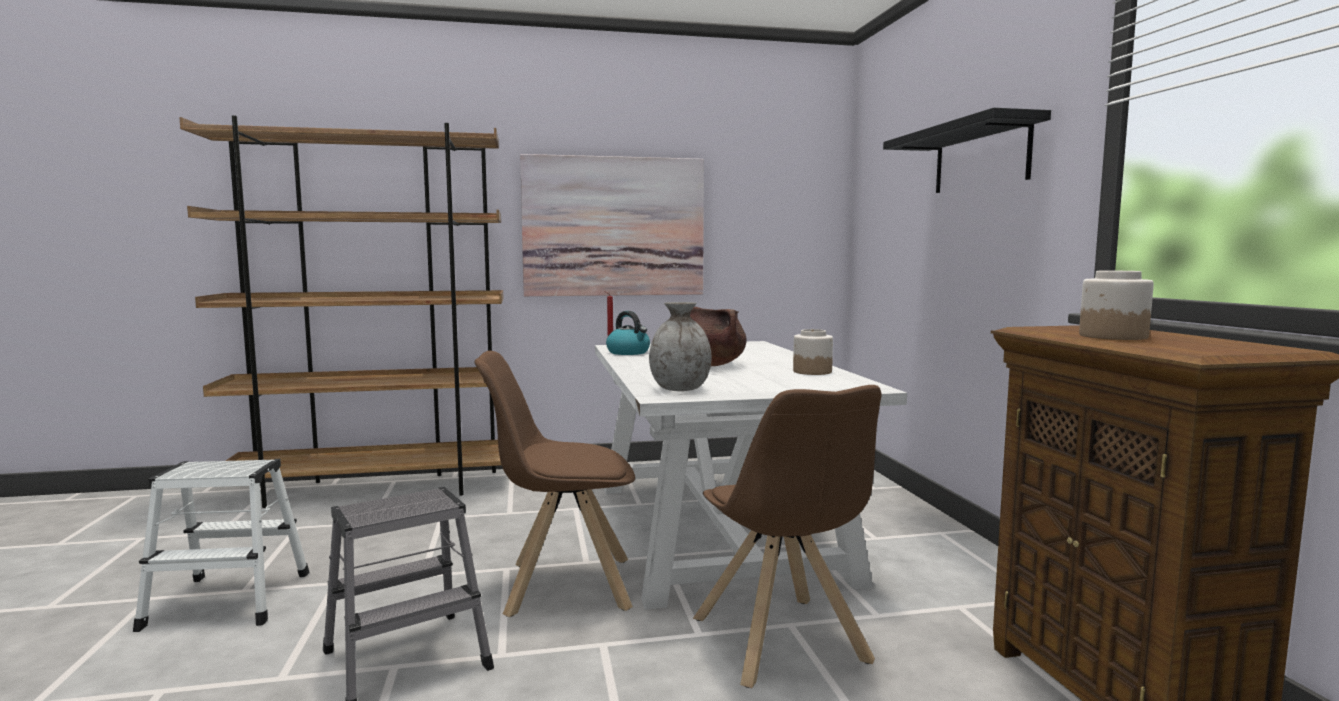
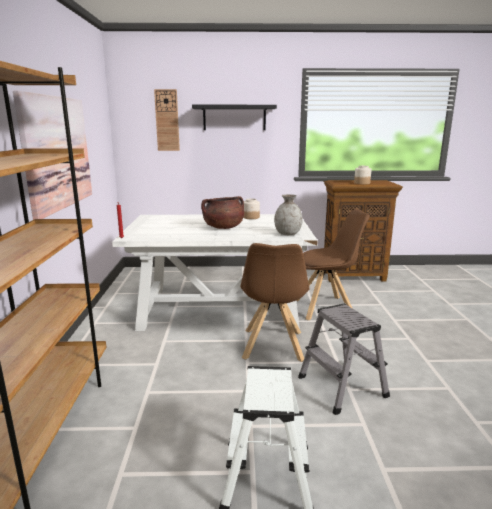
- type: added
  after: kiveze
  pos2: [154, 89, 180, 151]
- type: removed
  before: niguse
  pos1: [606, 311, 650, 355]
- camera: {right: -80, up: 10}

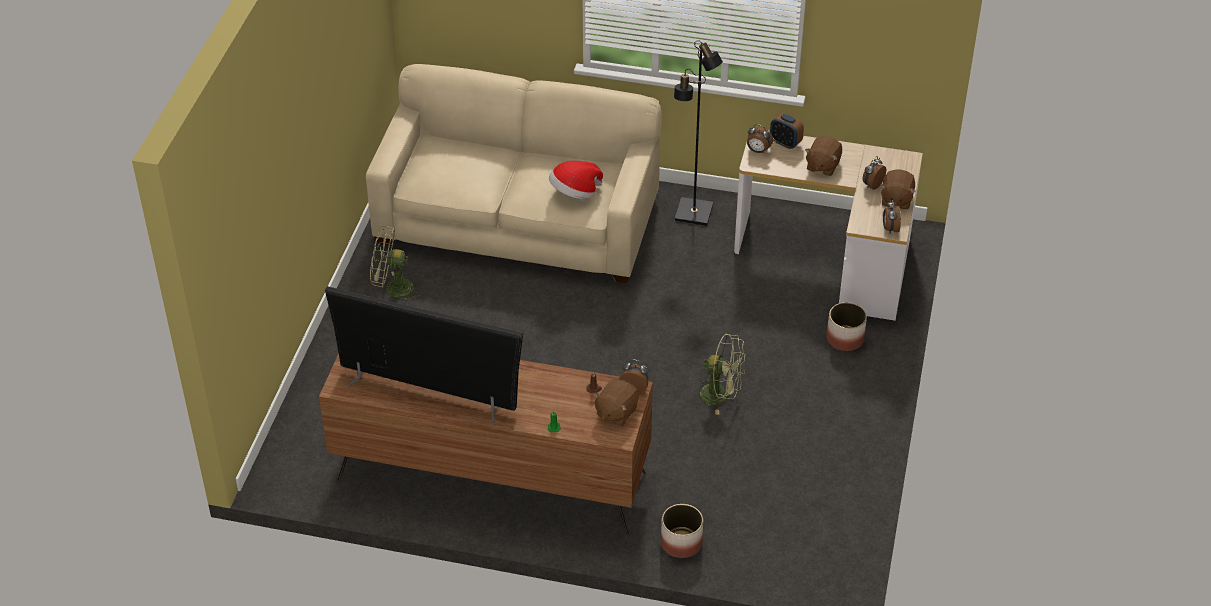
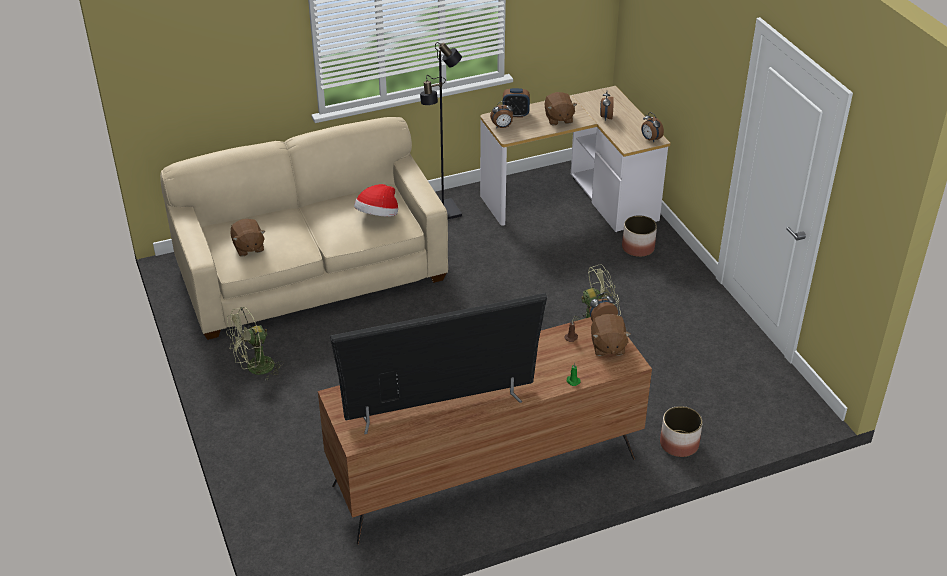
- type: moved
  before: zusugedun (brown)
  pos1: [880, 170, 916, 210]
  pos2: [230, 219, 265, 257]
- camera: {right: -35, up: -5}

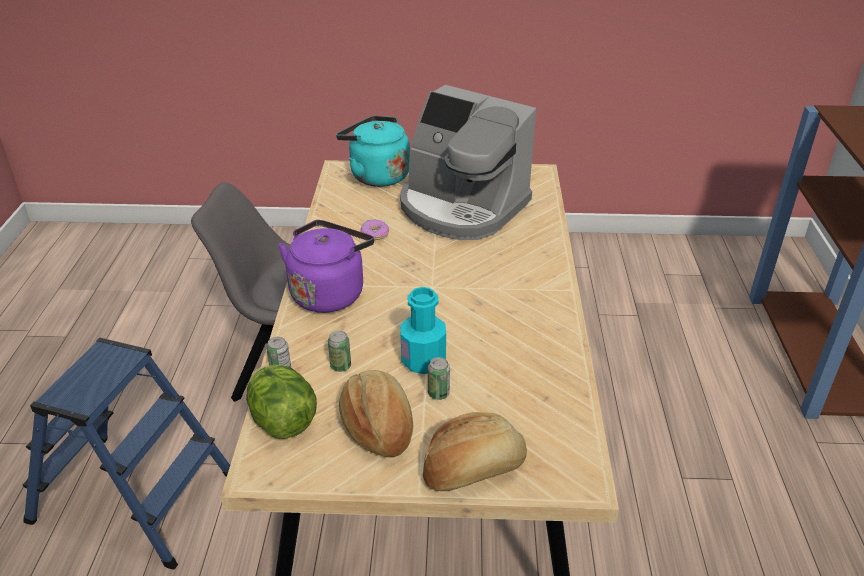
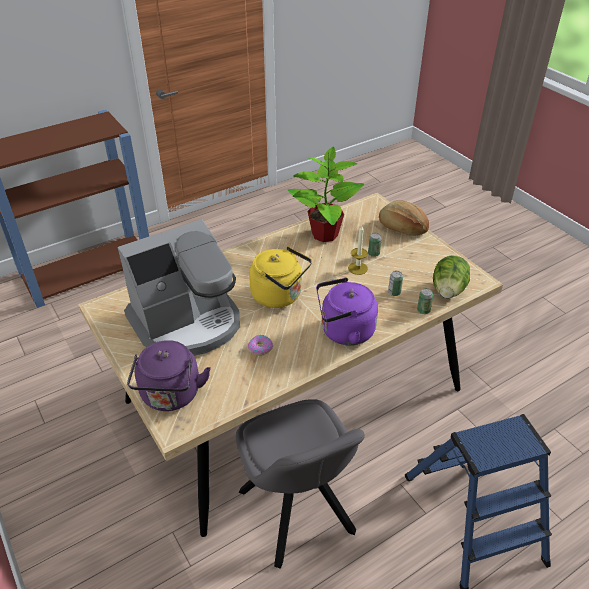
- type: turned
  before: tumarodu
  pos1: [400, 85, 536, 240]
  pos2: [118, 219, 240, 356]
  turn: 60
- type: recoloured
  before: niguse (turquoise)
  after: niguse (purple)
  pos1: [336, 116, 410, 187]
  pos2: [127, 340, 211, 411]
- type: added
  after: niguse (yellow)
  pos2: [249, 247, 312, 308]
- type: added
  after: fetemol
  pos2: [288, 147, 364, 242]
- type: replaced
  before: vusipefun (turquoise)
  after: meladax
  pos1: [400, 287, 446, 374]
  pos2: [348, 225, 368, 275]
- type: removed
  before: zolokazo
  pos1: [339, 370, 413, 457]
- camera: {right: -125, up: 5}

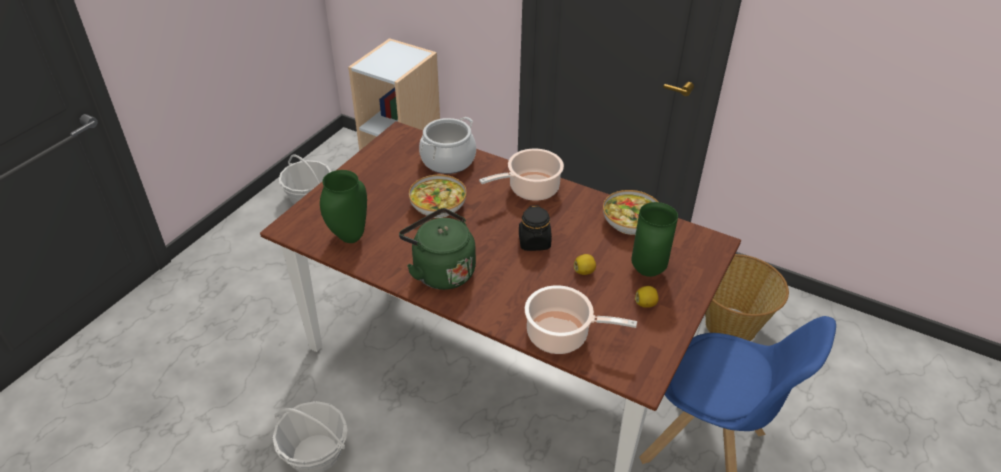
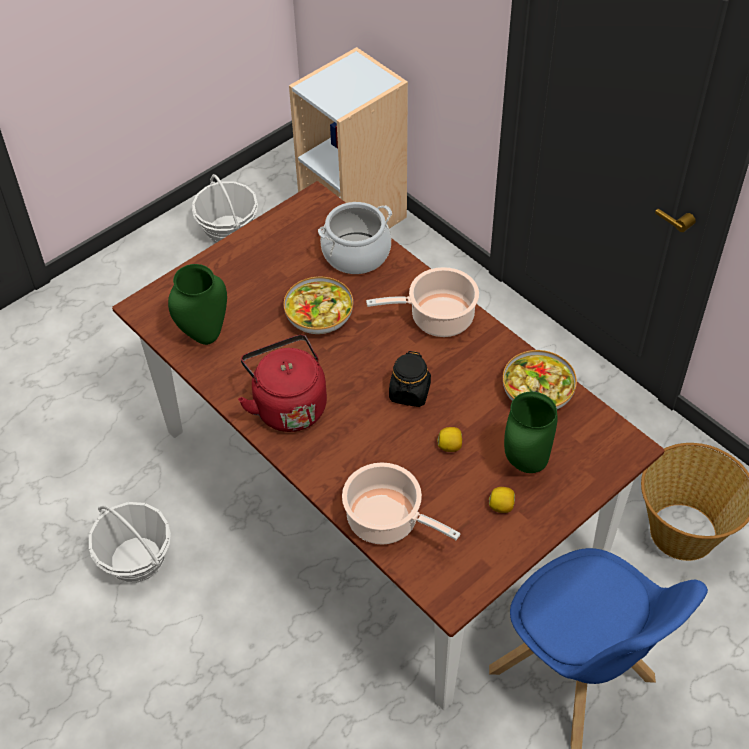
- type: recoloured
  before: niguse (green)
  after: niguse (red)
  pos1: [399, 208, 476, 290]
  pos2: [238, 335, 327, 432]
- camera: {right: 20, up: 10}

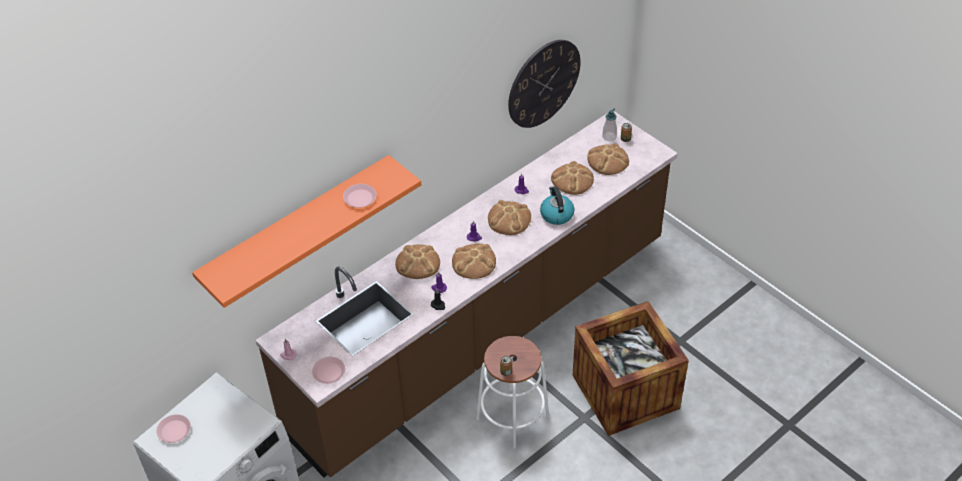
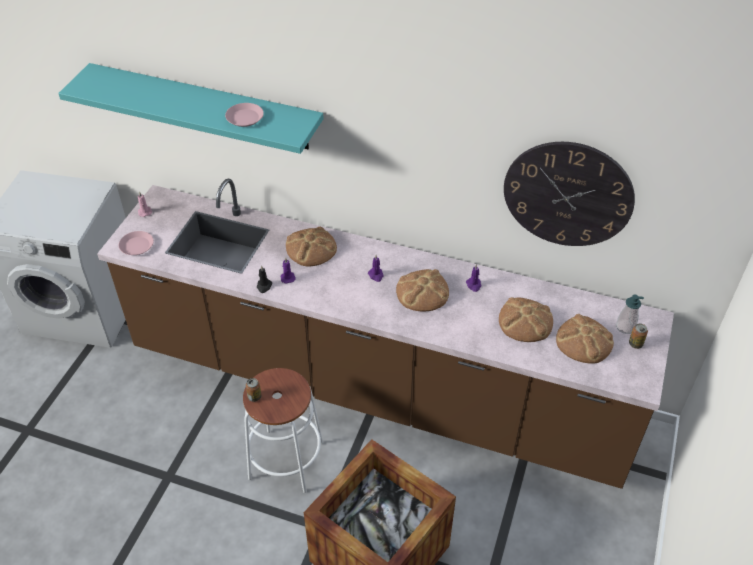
- type: recoloured
  before: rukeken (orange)
  after: rukeken (turquoise)
  pos1: [192, 155, 421, 308]
  pos2: [58, 63, 324, 154]
- type: removed
  before: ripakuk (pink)
  pos1: [157, 414, 191, 443]
- type: removed
  before: zolokazo
  pos1: [452, 244, 496, 279]
- type: removed
  before: niguse
  pos1: [540, 186, 575, 225]
- camera: {right: 60, up: 0}

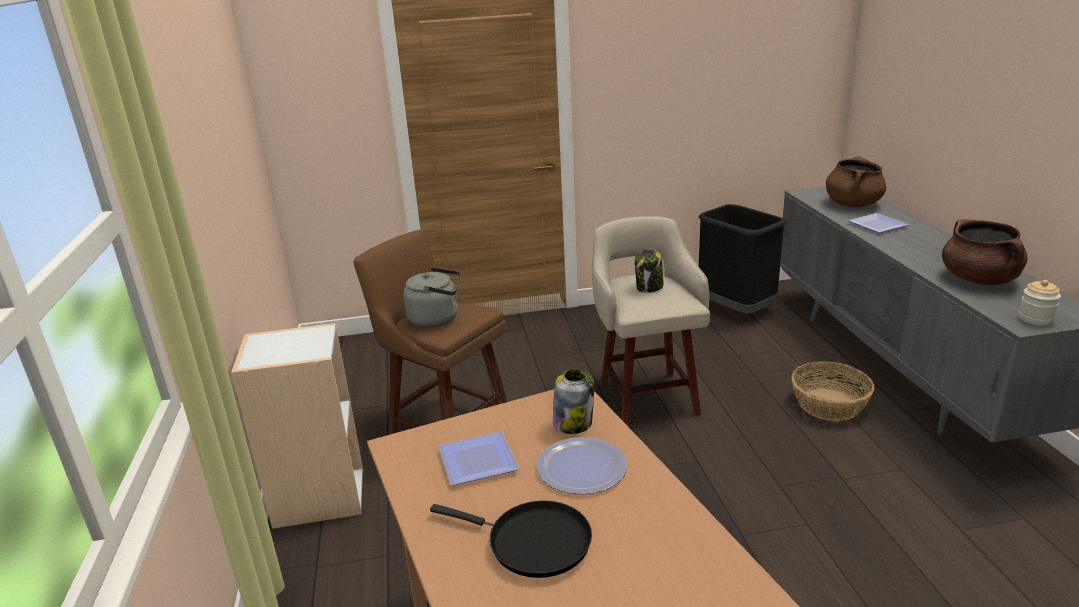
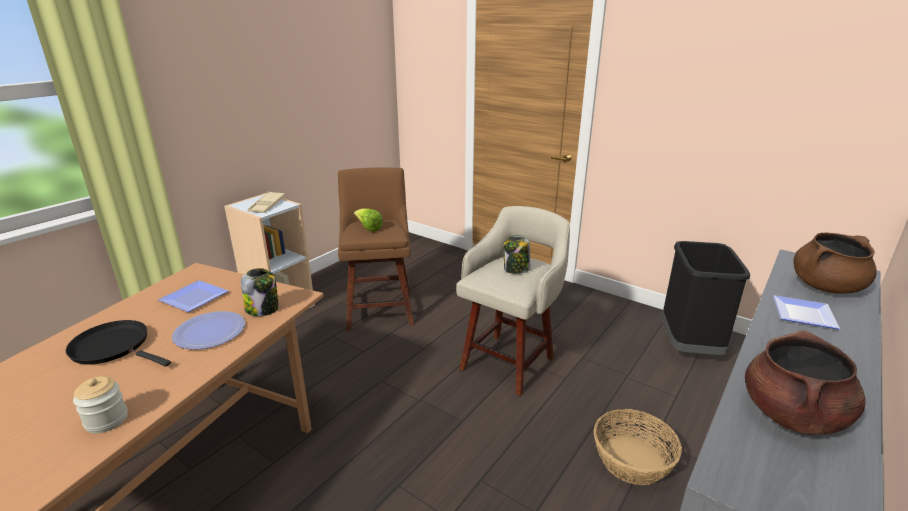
- type: turned
  before: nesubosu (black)
  pos1: [430, 501, 592, 578]
  pos2: [66, 320, 171, 367]
  turn: 135
- type: moved
  before: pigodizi
  pos1: [1018, 280, 1061, 325]
  pos2: [73, 376, 128, 433]
- type: added
  after: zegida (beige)
  pos2: [248, 191, 285, 213]
- type: replaced
  before: niguse (grey)
  after: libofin
  pos1: [403, 267, 460, 328]
  pos2: [354, 208, 383, 232]
- camera: {right: 45, up: 0}

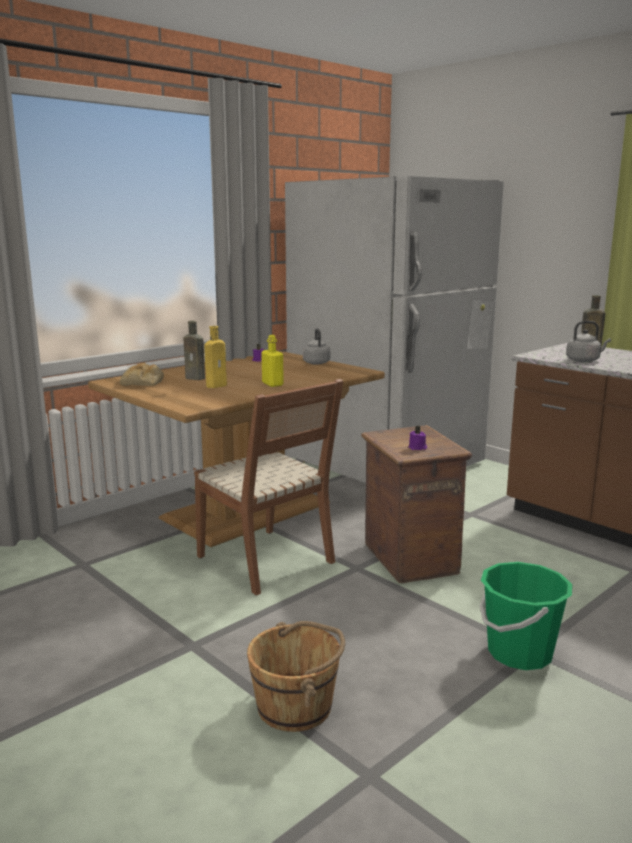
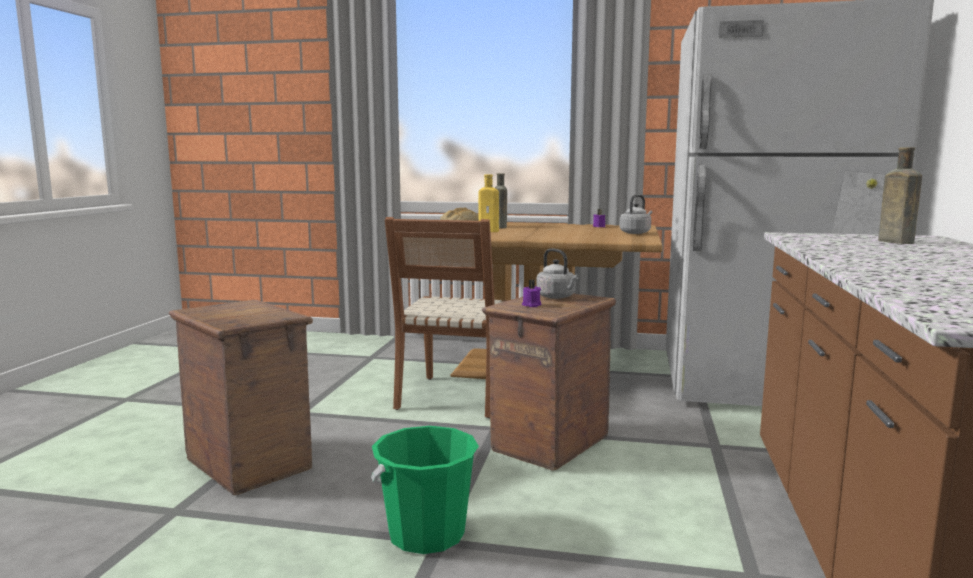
- type: replaced
  before: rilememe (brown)
  after: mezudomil
  pos1: [247, 621, 345, 732]
  pos2: [169, 300, 313, 495]
- type: moved
  before: niguse (grey)
  pos1: [566, 321, 611, 362]
  pos2: [536, 248, 579, 299]
- type: removed
  before: vusipefun (yellow)
  pos1: [261, 335, 284, 387]
- camera: {right: 55, up: -5}

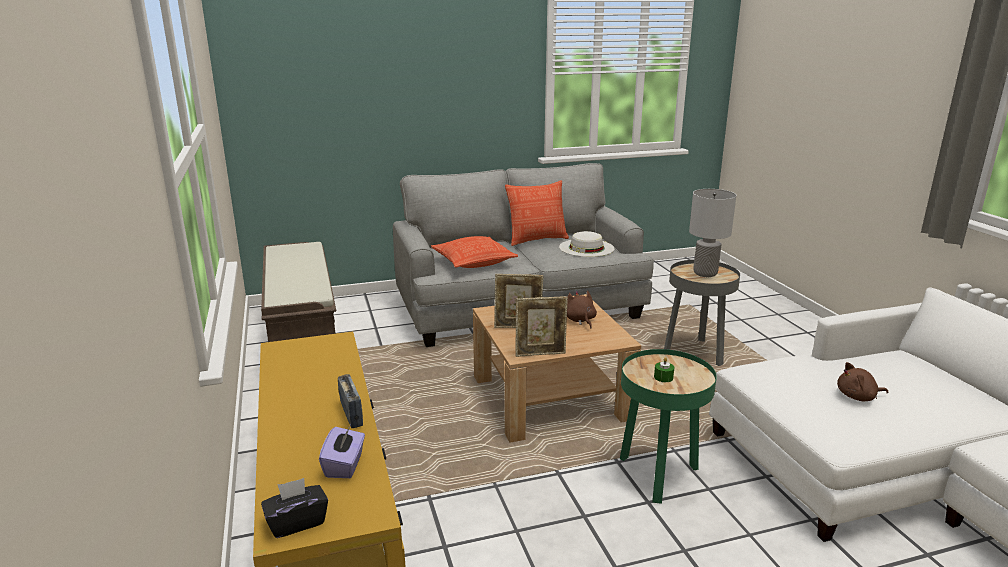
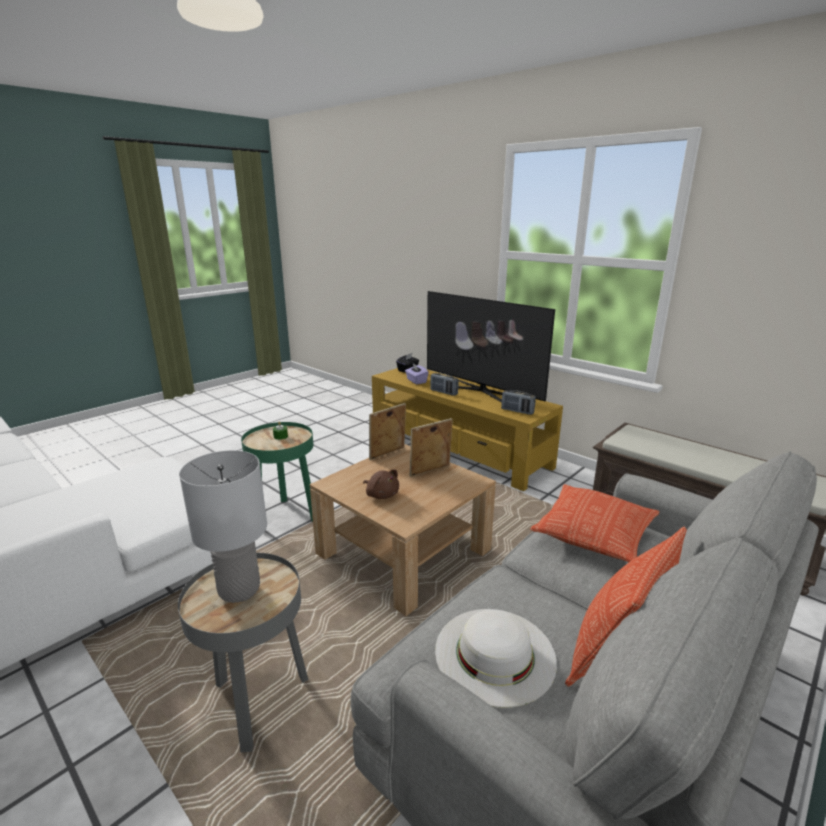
- type: added
  after: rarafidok
  pos2: [427, 291, 555, 403]
- type: added
  after: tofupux
  pos2: [501, 390, 536, 415]
- type: removed
  before: zusugedun (brown)
  pos1: [837, 362, 888, 401]
- camera: {right: 150, up: 0}

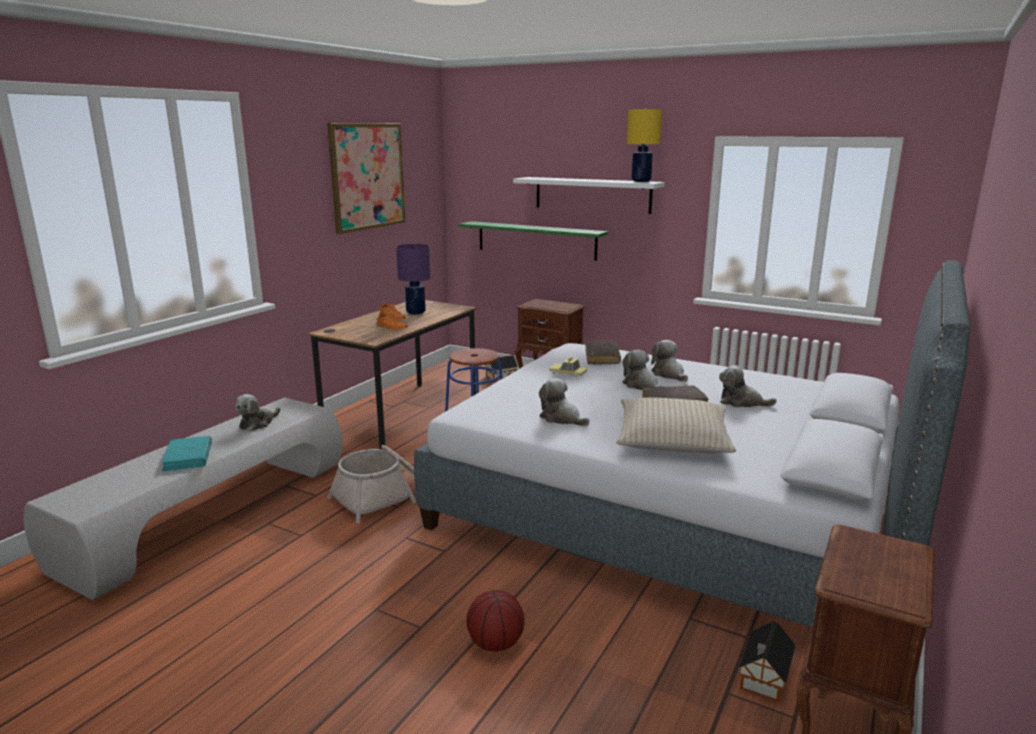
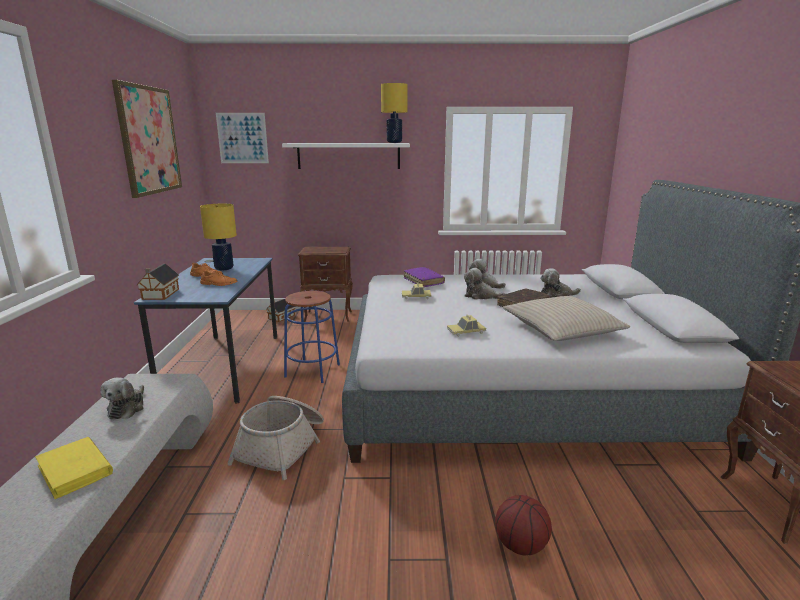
- type: recoloured
  before: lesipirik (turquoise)
  after: lesipirik (yellow)
  pos1: [161, 436, 212, 471]
  pos2: [35, 437, 113, 499]
- type: recoloured
  before: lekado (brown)
  after: lekado (blue)
  pos1: [307, 300, 477, 449]
  pos2: [134, 258, 277, 404]
- type: moved
  before: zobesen
  pos1: [738, 621, 796, 702]
  pos2: [136, 264, 179, 300]
- type: recoloured
  before: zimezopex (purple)
  after: zimezopex (yellow)
  pos1: [396, 244, 431, 314]
  pos2: [200, 204, 237, 271]
- type: added
  after: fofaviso
  pos2: [216, 113, 269, 163]
- type: recoloured
  before: lesipirik (brown)
  after: lesipirik (purple)
  pos1: [585, 341, 621, 364]
  pos2: [404, 267, 445, 287]
- type: replaced
  before: zusugedun
  after: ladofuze
  pos1: [539, 378, 590, 426]
  pos2: [447, 314, 486, 337]
- type: removed
  before: rukeken (green)
  pos1: [459, 221, 608, 261]
- camera: {right: -30, up: 0}

